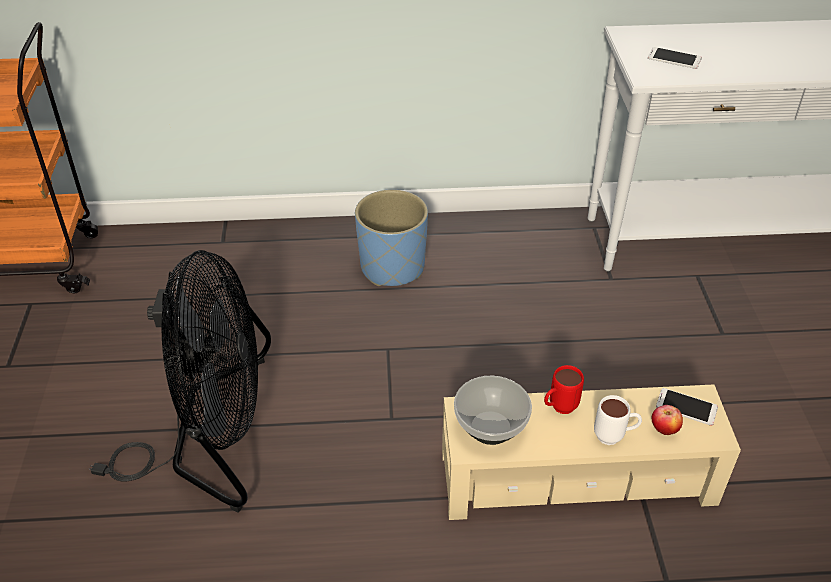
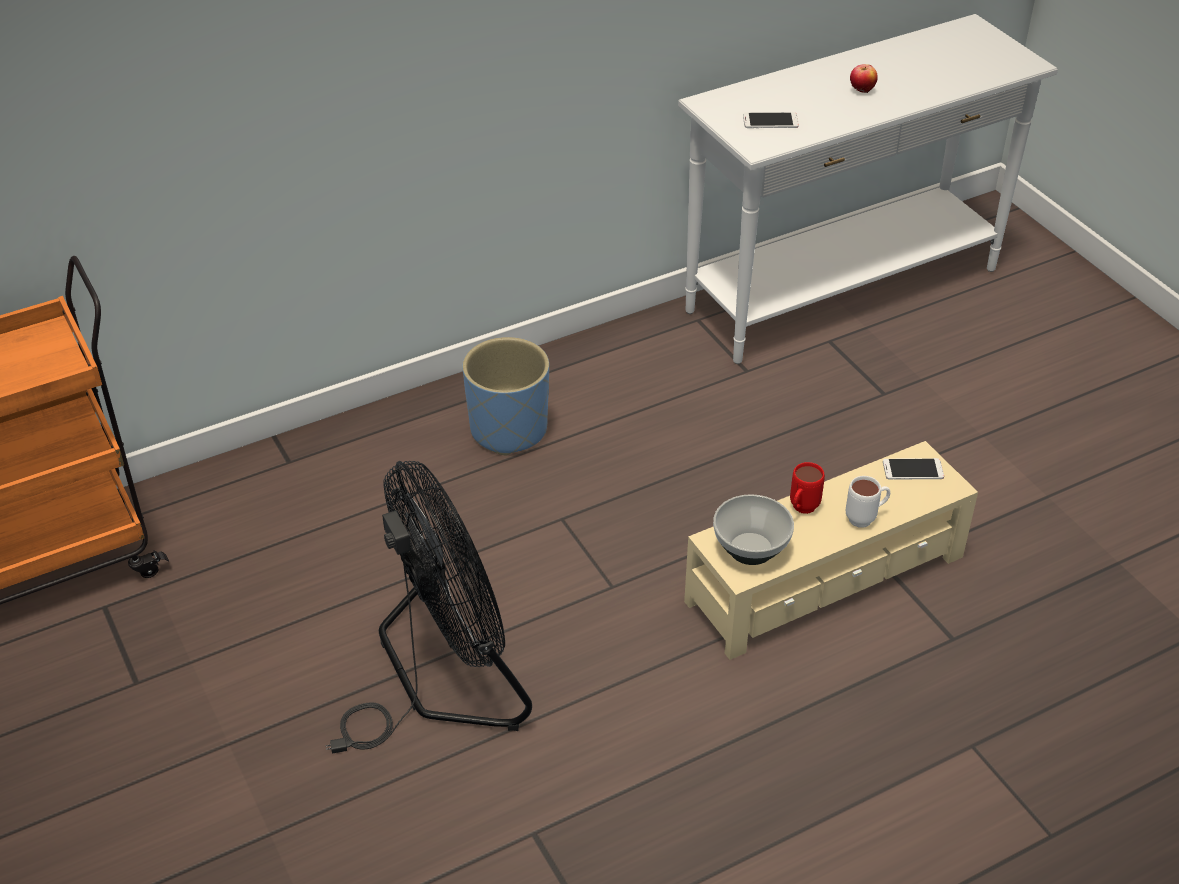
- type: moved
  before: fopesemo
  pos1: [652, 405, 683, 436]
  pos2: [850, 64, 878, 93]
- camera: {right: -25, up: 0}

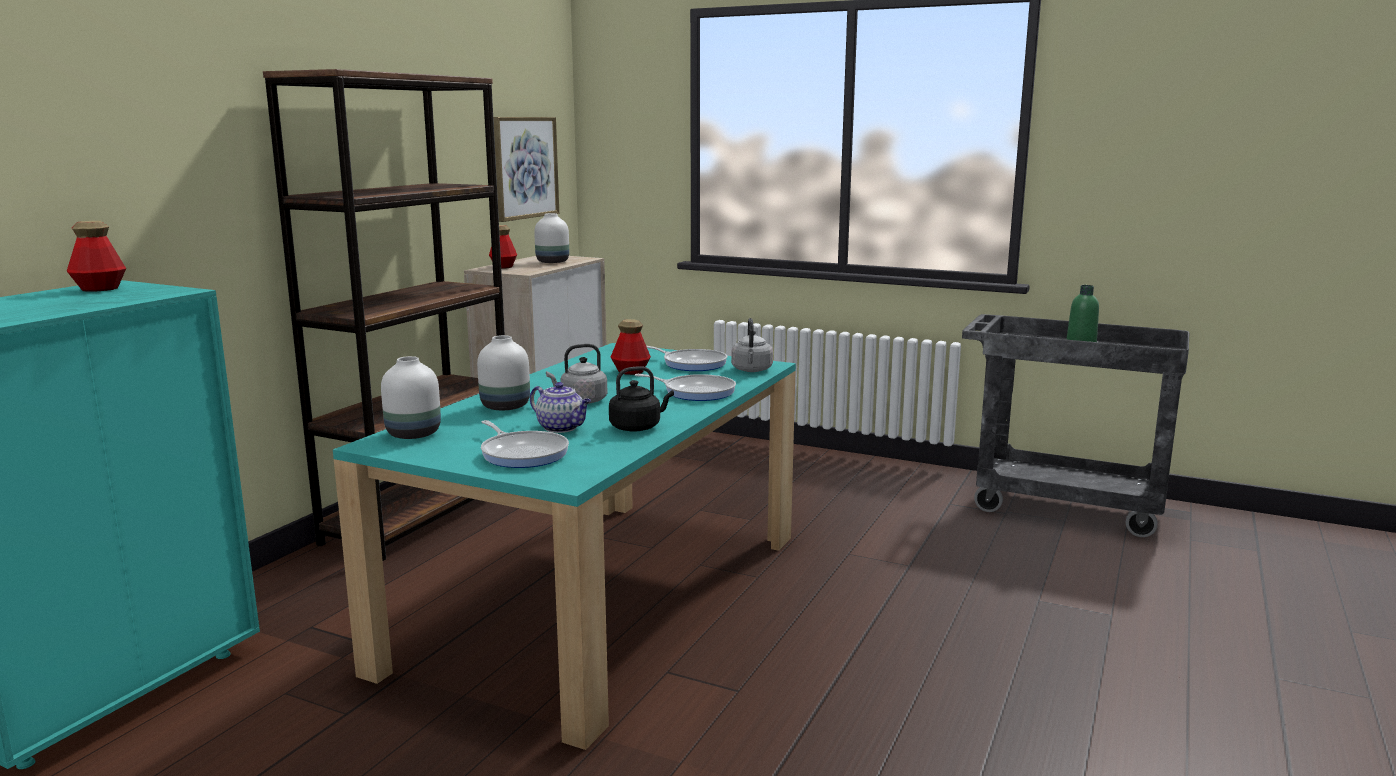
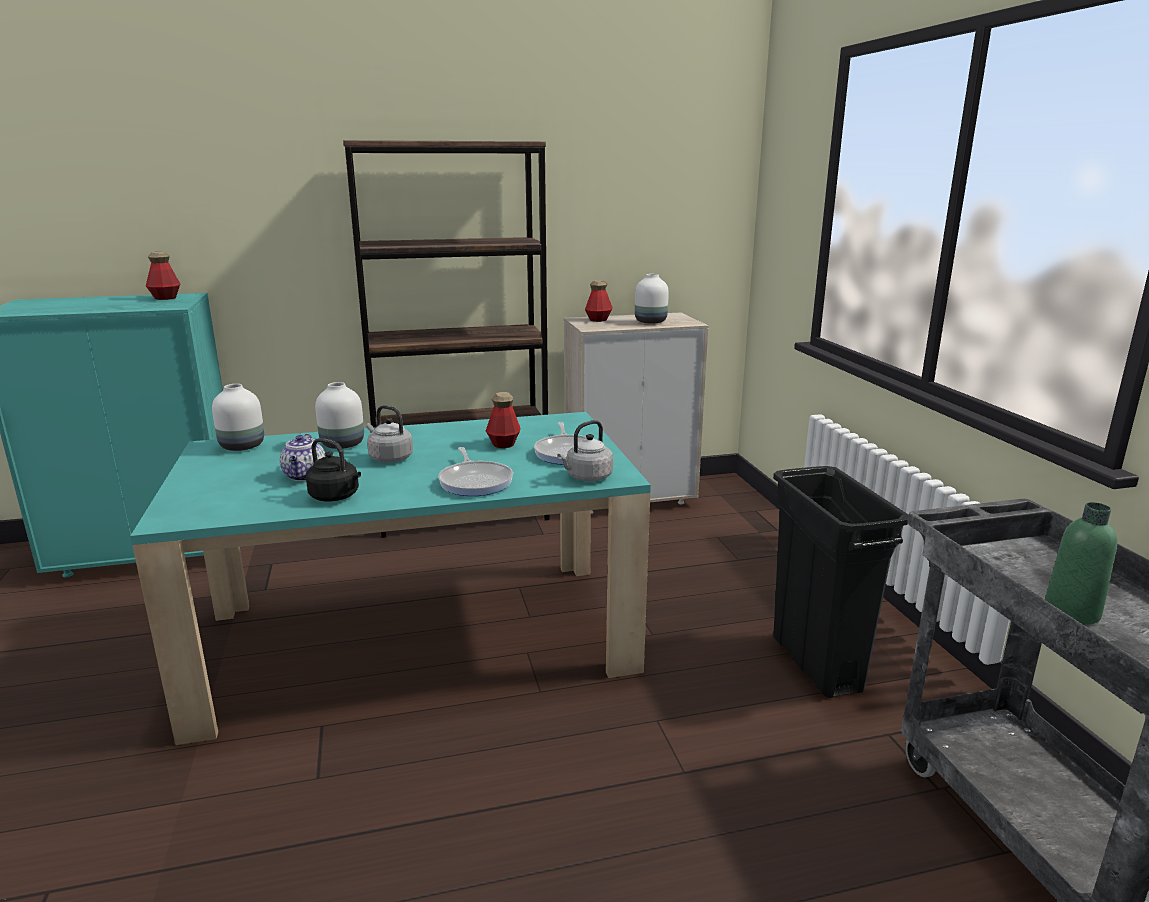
- type: added
  after: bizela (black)
  pos2: [773, 466, 909, 698]
- type: removed
  before: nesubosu
  pos1: [481, 420, 569, 468]
- type: removed
  before: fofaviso
  pos1: [493, 117, 559, 222]
- camera: {right: 50, up: 5}

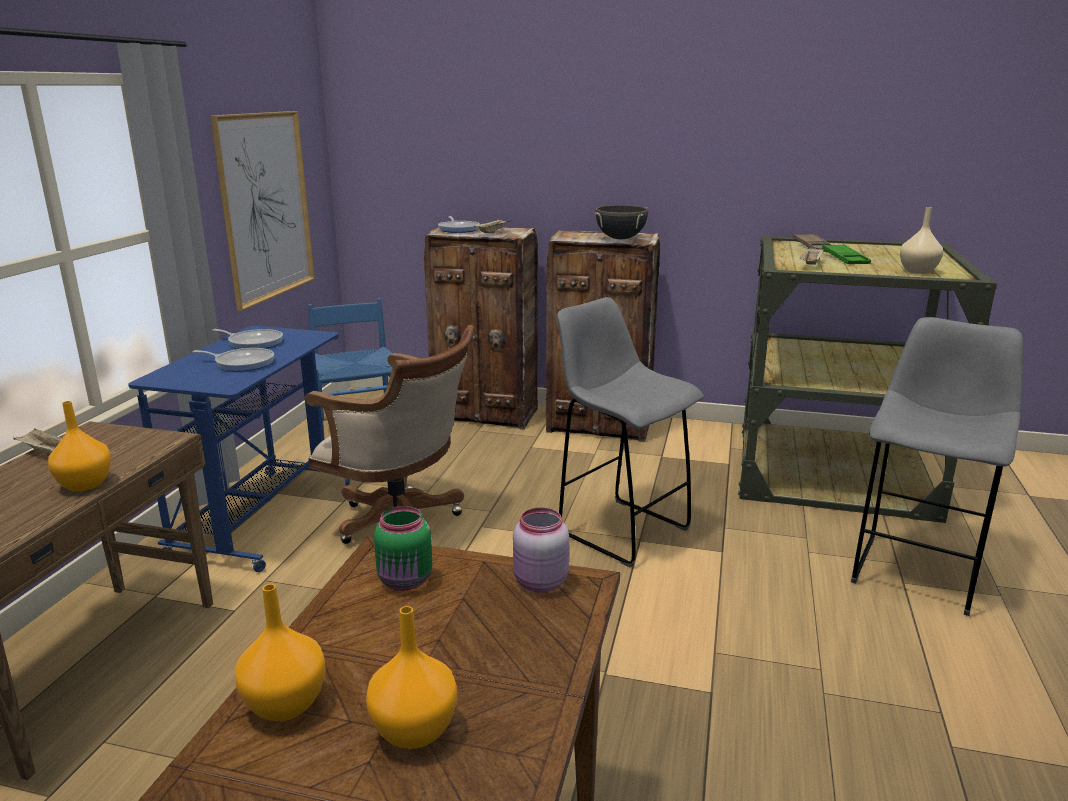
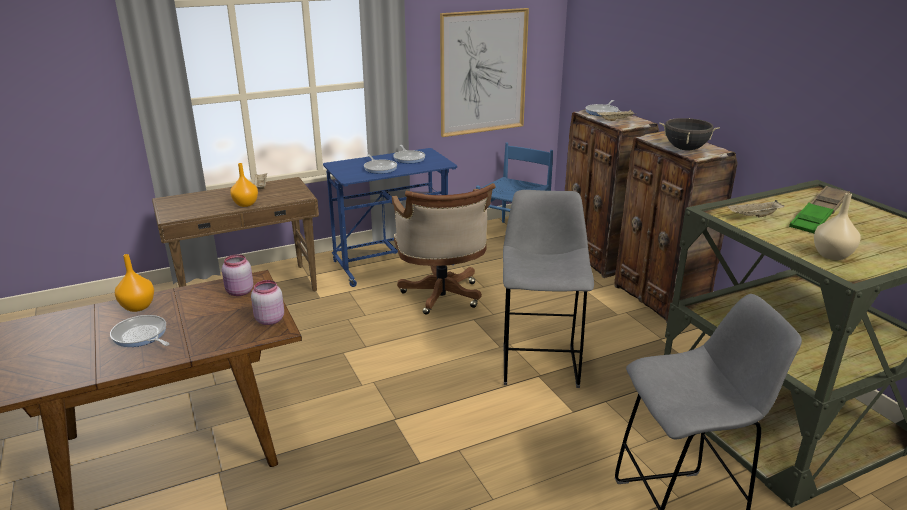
- type: replaced
  before: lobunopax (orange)
  after: nesubosu
  pos1: [366, 606, 457, 749]
  pos2: [110, 315, 170, 347]
- type: recoloured
  before: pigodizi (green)
  after: pigodizi (pink)
  pos1: [374, 506, 432, 590]
  pos2: [222, 254, 253, 296]
- camera: {right: 50, up: 5}

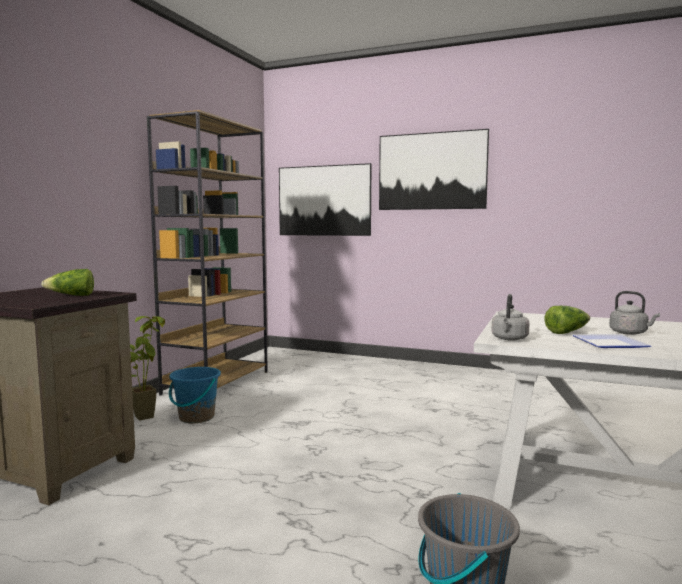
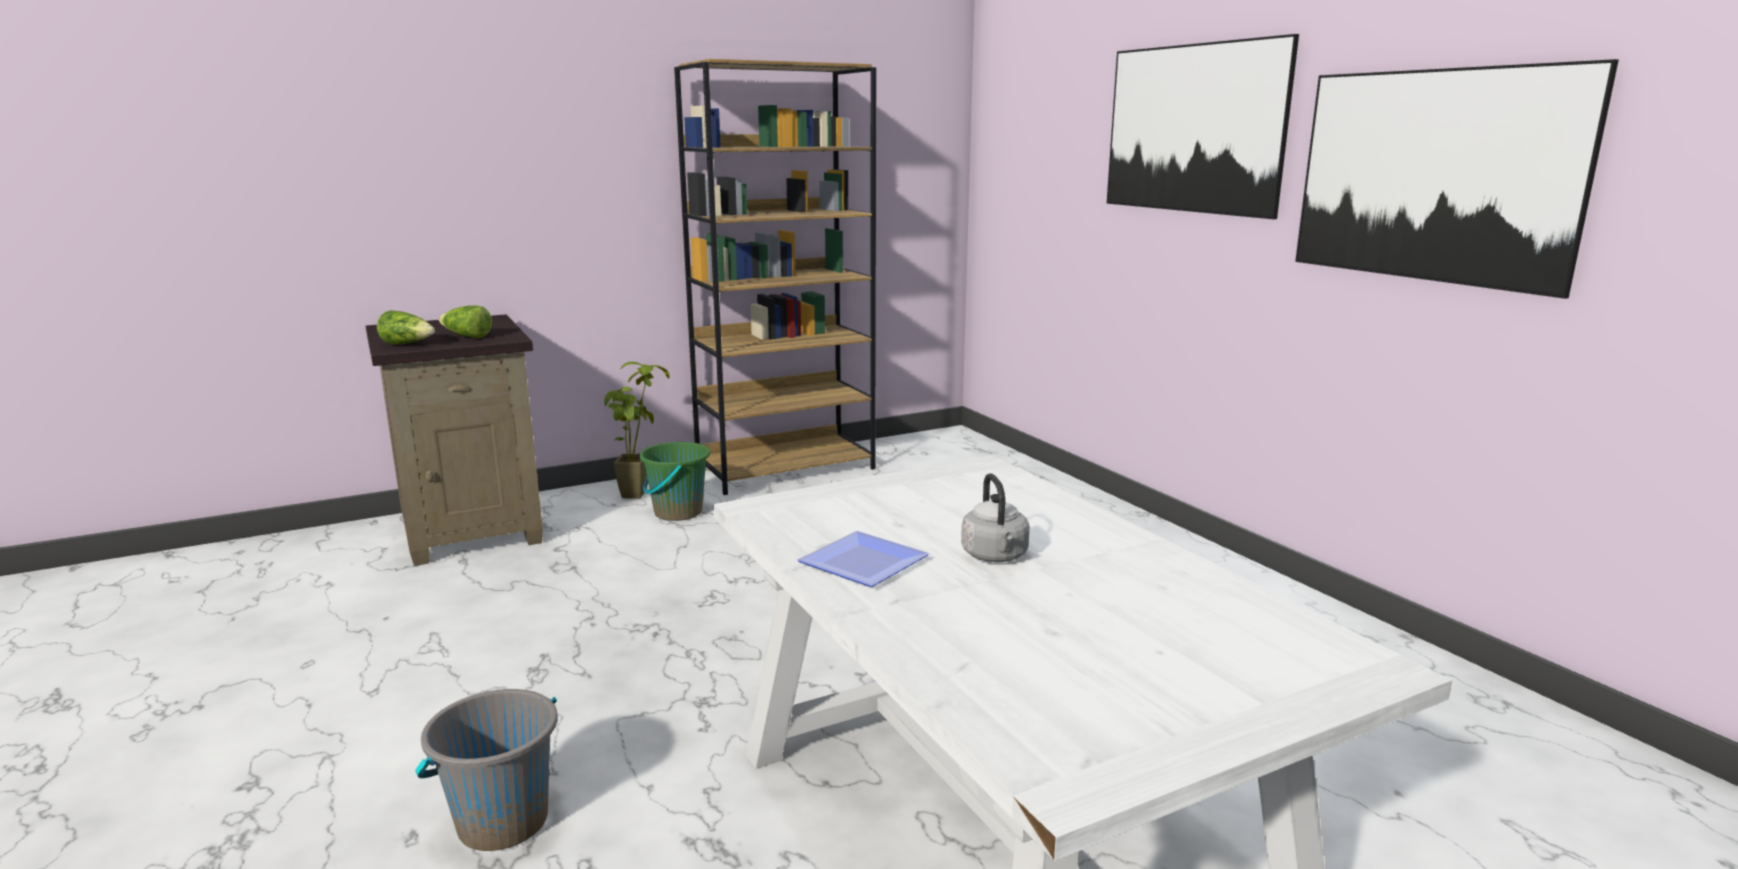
- type: moved
  before: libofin
  pos1: [544, 306, 590, 334]
  pos2: [377, 310, 435, 344]
- type: recoloured
  before: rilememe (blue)
  after: rilememe (green)
  pos1: [169, 367, 221, 423]
  pos2: [639, 442, 710, 521]
- type: moved
  before: fofaviso
  pos1: [279, 163, 371, 236]
  pos2: [1295, 59, 1619, 299]
- type: removed
  before: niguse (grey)
  pos1: [491, 294, 530, 341]
- camera: {right: 40, up: 10}

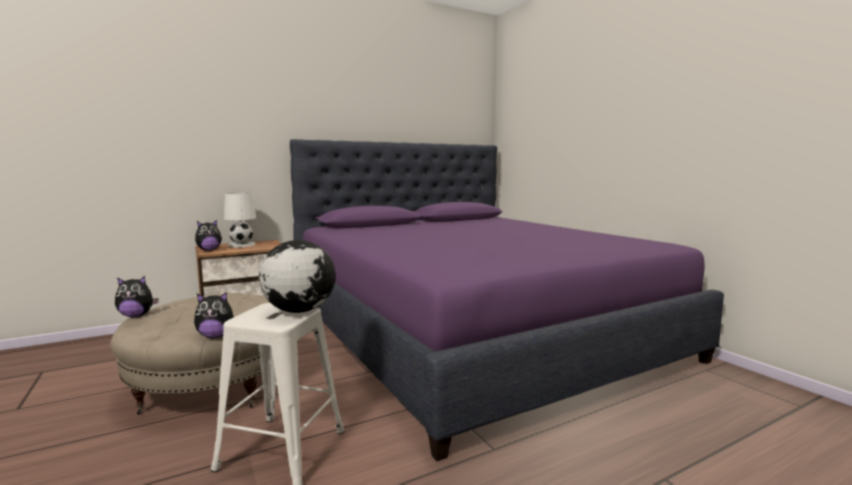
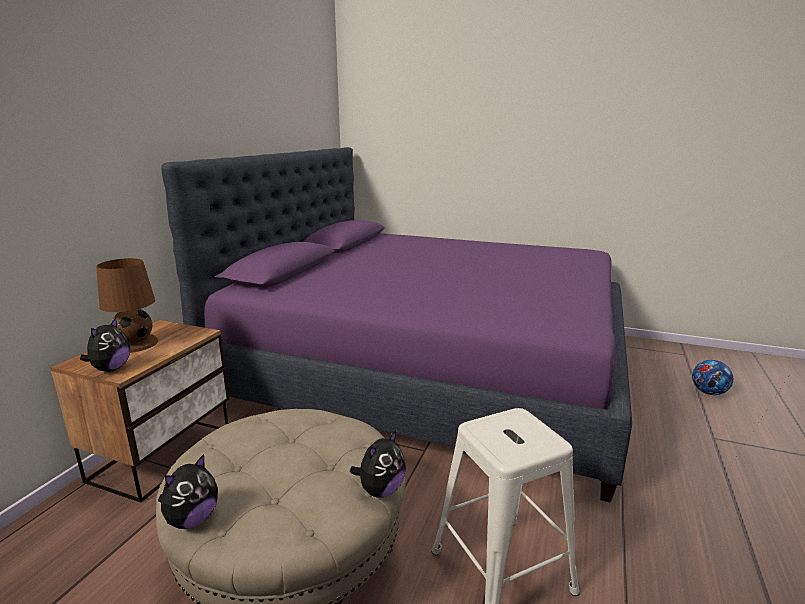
- type: recoloured
  before: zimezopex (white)
  after: zimezopex (brown)
  pos1: [224, 192, 256, 248]
  pos2: [96, 258, 158, 353]
- type: added
  after: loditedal
  pos2: [692, 360, 733, 395]
- type: removed
  before: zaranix
  pos1: [259, 240, 336, 313]
- camera: {right: -40, up: 10}

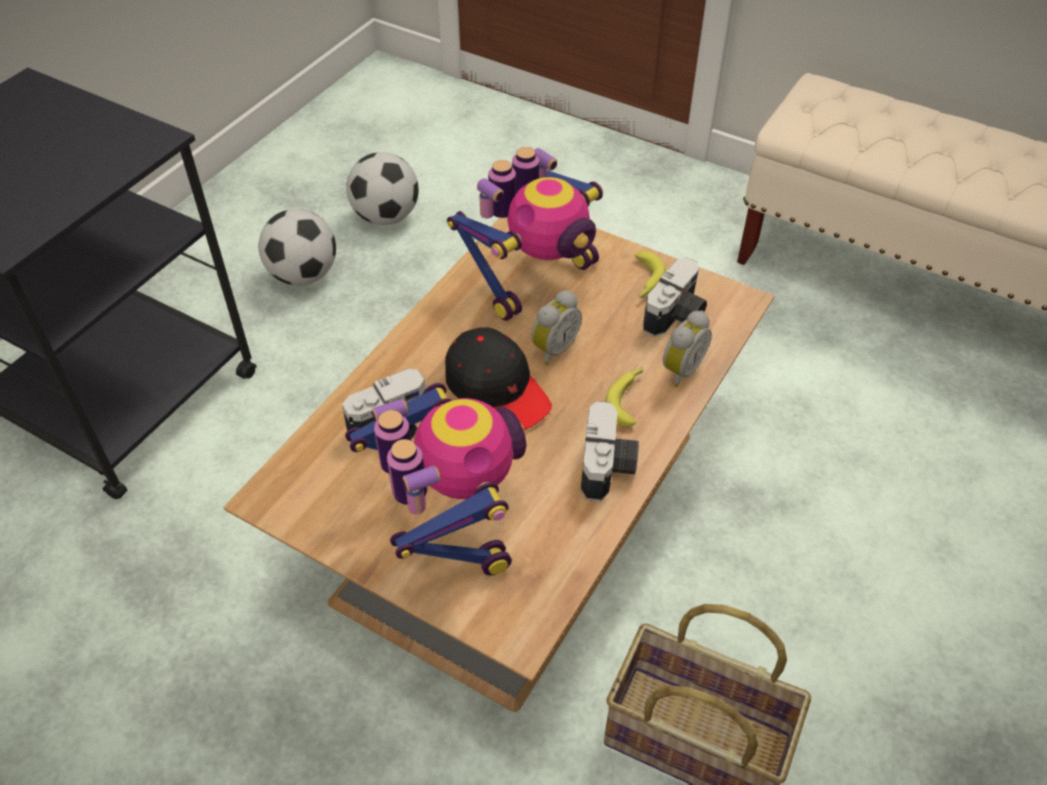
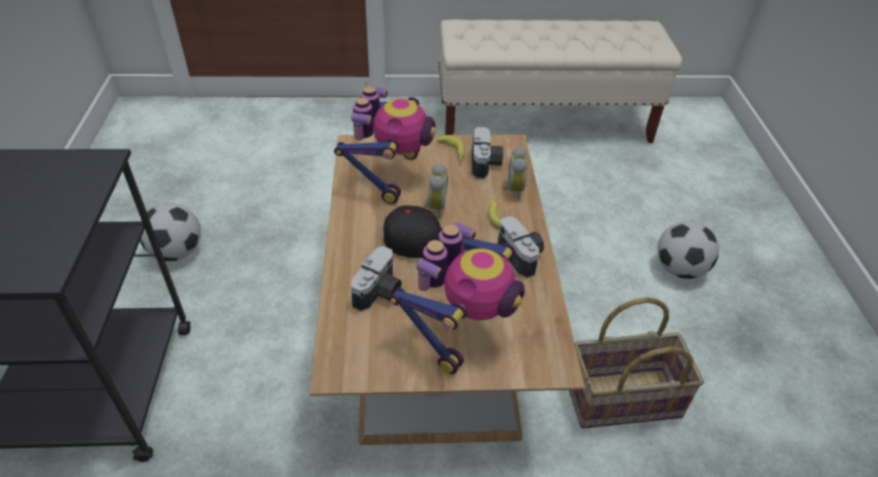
- type: turned
  before: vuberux
  pos1: [345, 383, 526, 576]
  pos2: [389, 222, 525, 374]
  turn: 90
- type: moved
  before: loditedal
  pos1: [346, 152, 419, 225]
  pos2: [657, 221, 719, 279]
- camera: {right: -35, up: -5}

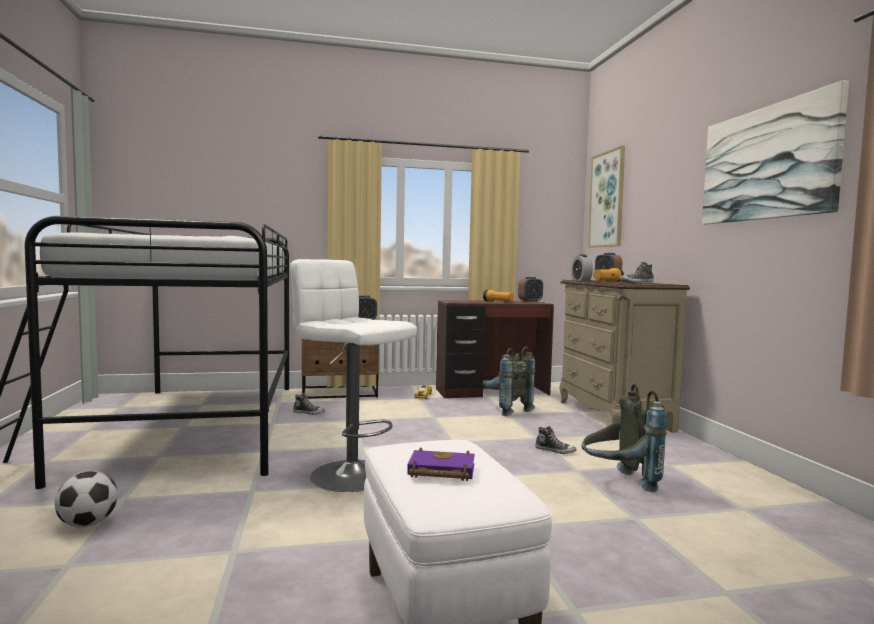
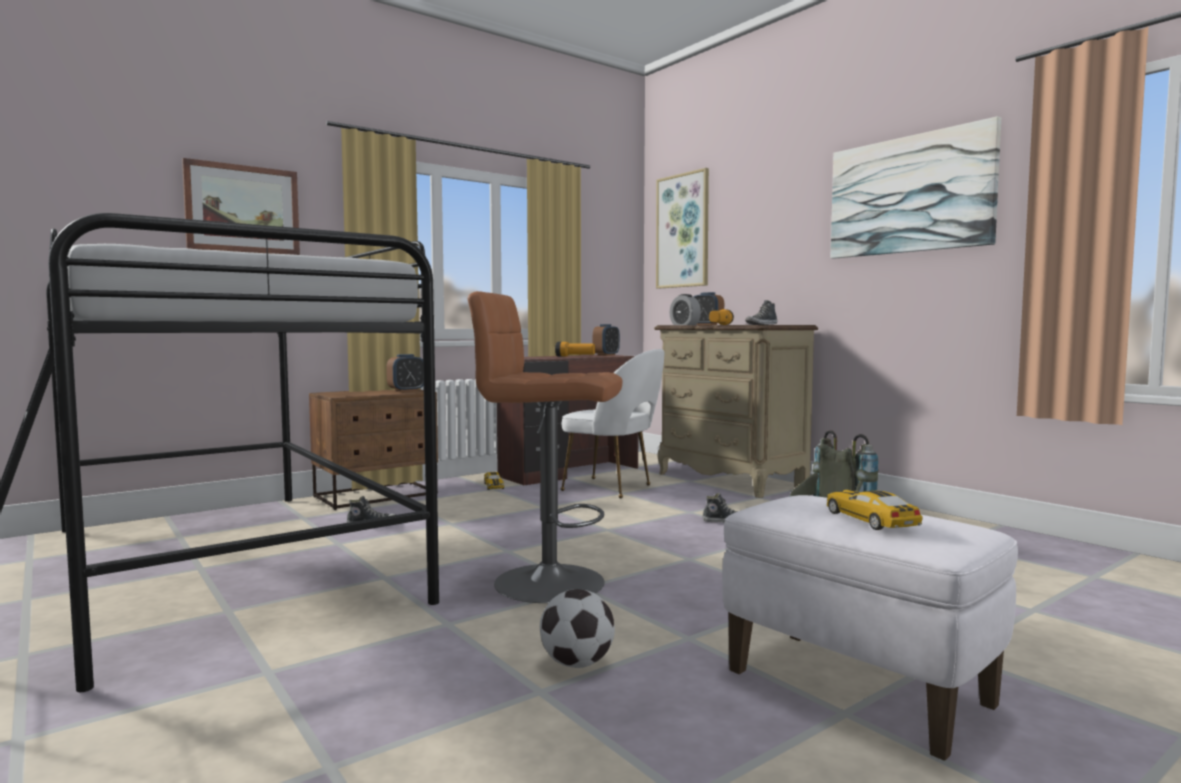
- type: added
  after: fofaviso
  pos2: [182, 158, 300, 255]
- type: recoloured
  before: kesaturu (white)
  after: kesaturu (brown)
  pos1: [290, 259, 417, 492]
  pos2: [468, 291, 623, 603]
- type: moved
  before: loditedal
  pos1: [55, 471, 118, 527]
  pos2: [540, 589, 615, 668]
- type: replaced
  before: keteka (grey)
  after: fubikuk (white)
  pos1: [483, 347, 535, 416]
  pos2: [561, 349, 664, 498]
- type: replaced
  before: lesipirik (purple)
  after: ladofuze
  pos1: [407, 448, 475, 481]
  pos2: [827, 490, 923, 530]
- camera: {right: -25, up: 0}

